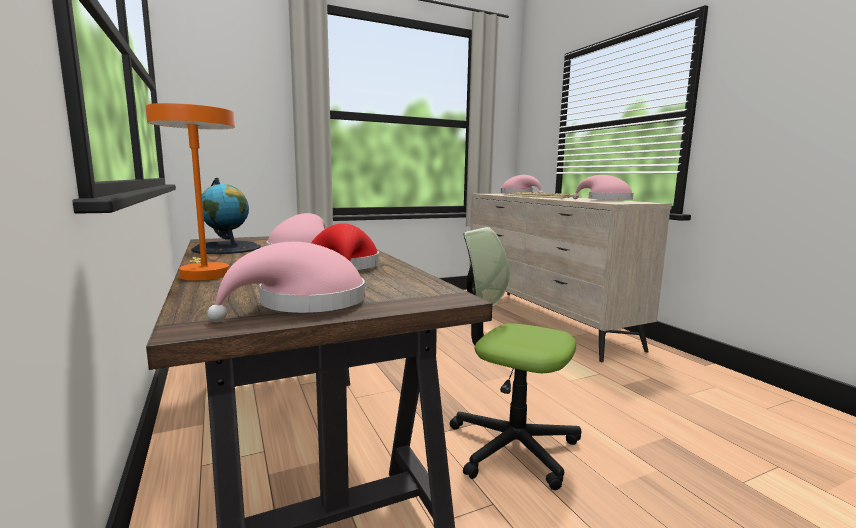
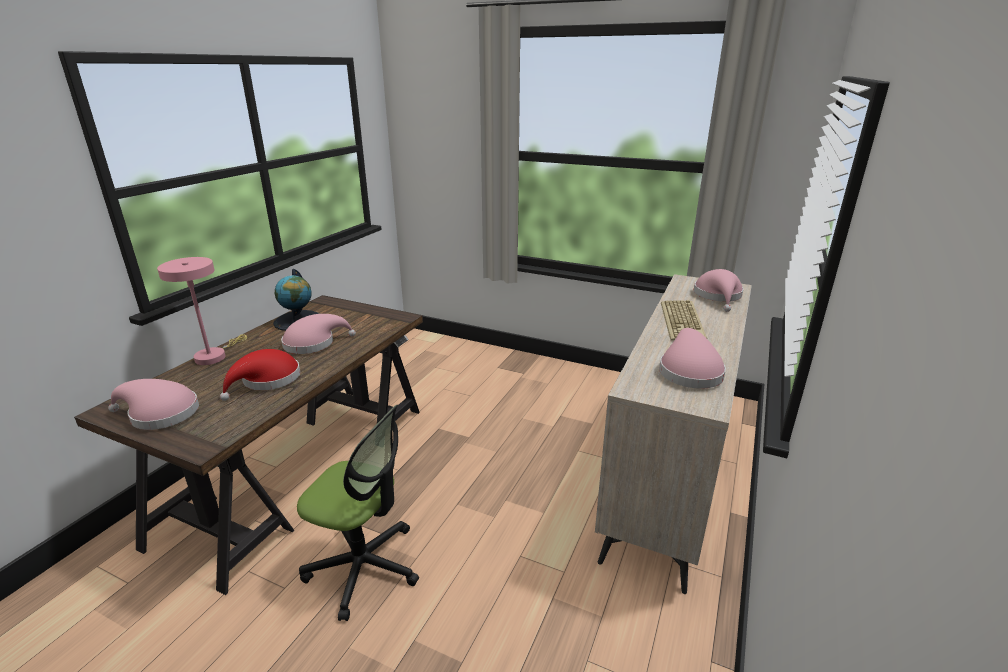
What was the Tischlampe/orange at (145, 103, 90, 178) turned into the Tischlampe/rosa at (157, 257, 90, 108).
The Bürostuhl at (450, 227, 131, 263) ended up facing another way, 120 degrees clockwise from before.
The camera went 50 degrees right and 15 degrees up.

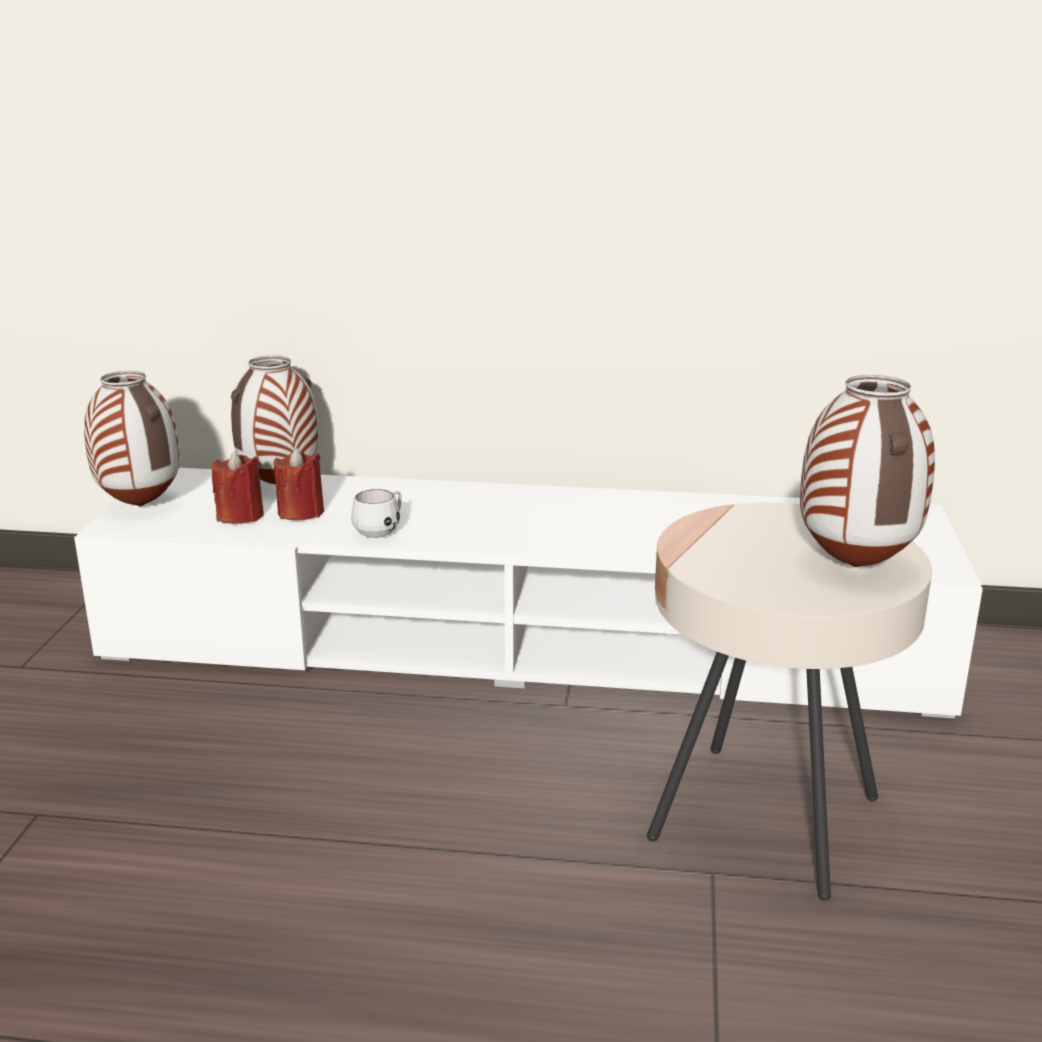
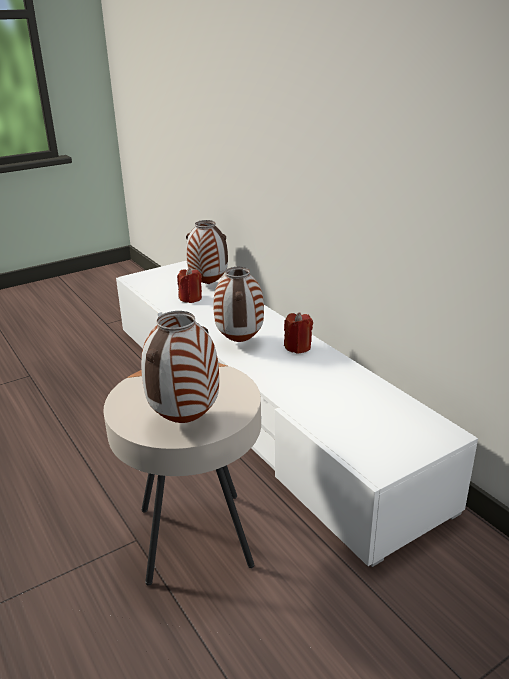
The Vase ended up elsewhere, having gone from (84, 371, 96, 136) to (213, 267, 51, 75).
The Kerze/rot ended up elsewhere, having gone from (212, 451, 52, 73) to (284, 312, 29, 42).
The second view lost the Henkelbecher/weiß at (351, 489, 51, 49).
The camera went 50 degrees right and 5 degrees up.

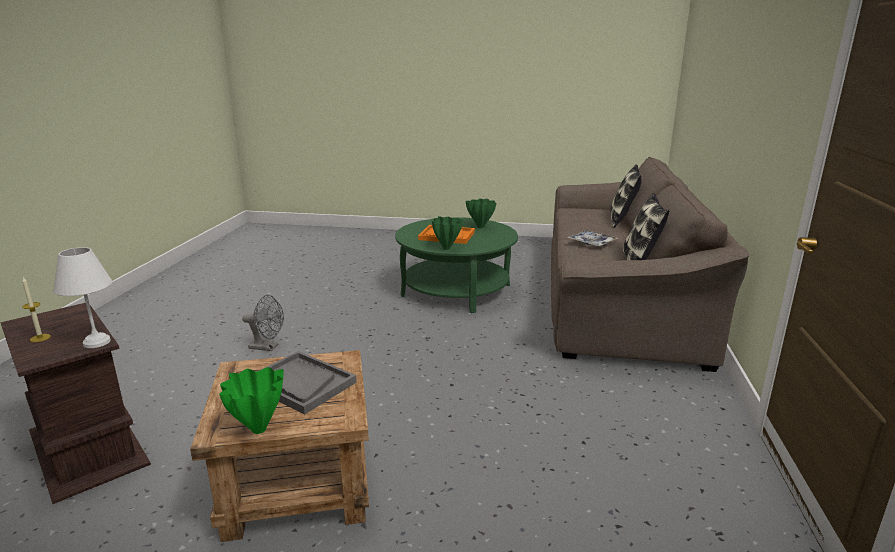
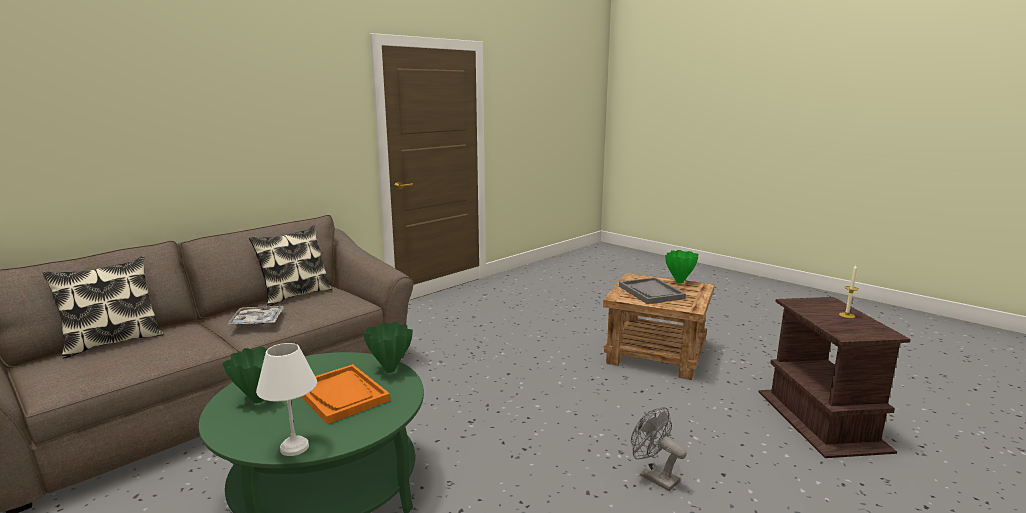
The Tischlampe/weiß ended up elsewhere, having gone from (53, 247, 59, 101) to (256, 343, 61, 113).
The camera went 145 degrees left and 5 degrees down.

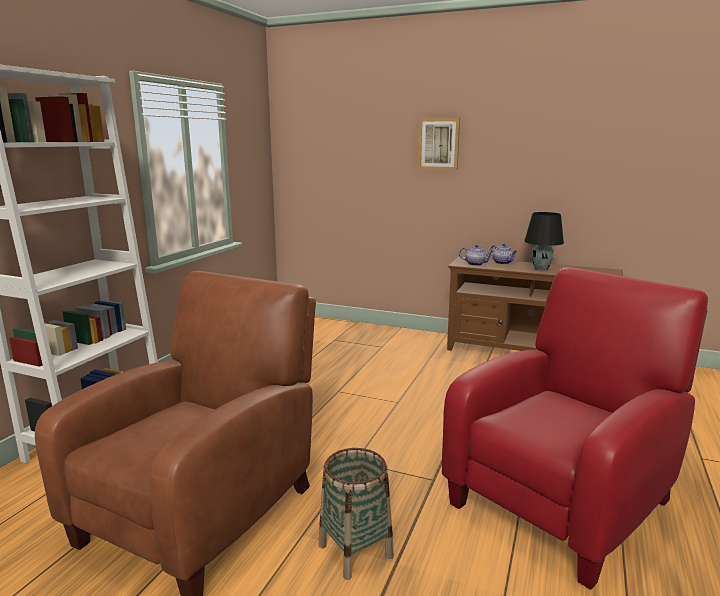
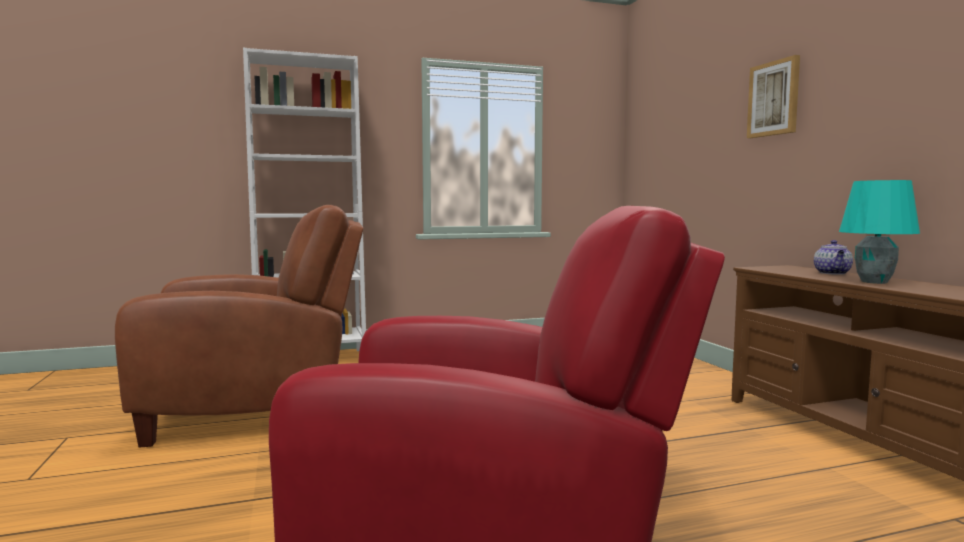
What was the Tischlampe/schwarz at (524, 212, 40, 59) turned into the Tischlampe/türkis at (839, 180, 81, 104).
The second view lost the Teekanne at (459, 245, 35, 21).
The second view lost the Korb at (319, 448, 75, 132).
The camera went 50 degrees right and 10 degrees down.

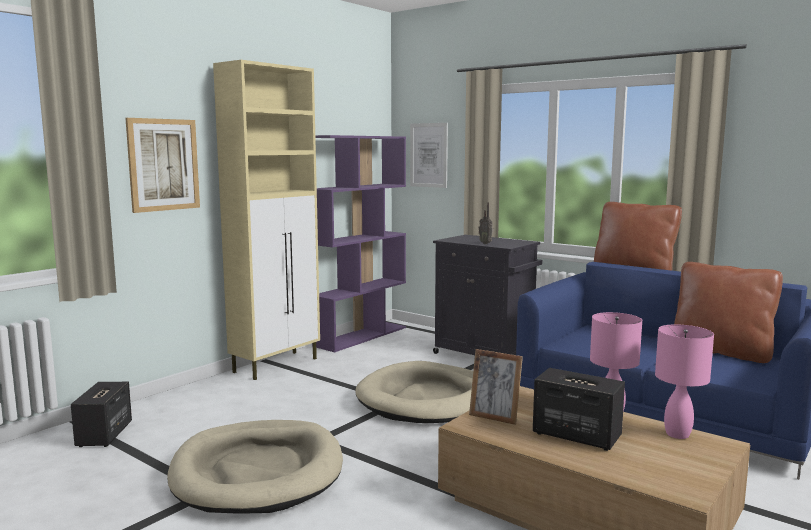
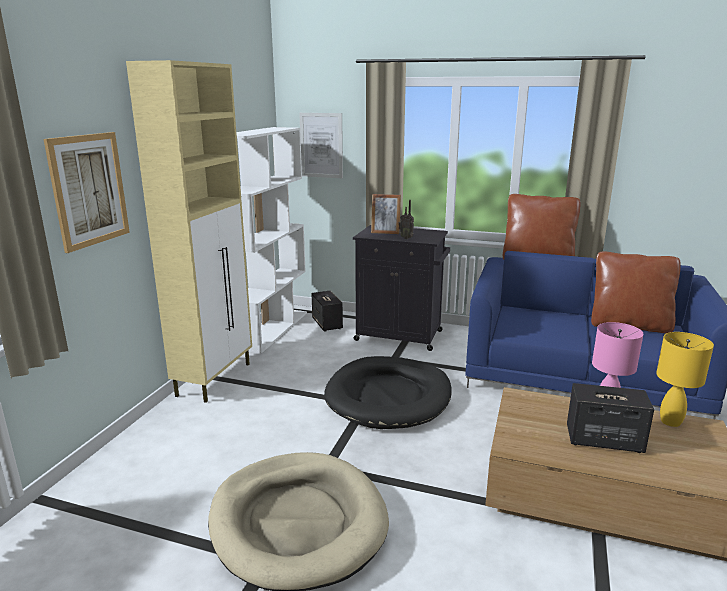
What was the Bücherregal/lila at (312, 135, 94, 217) turned into the Bücherregal/weiß at (236, 127, 71, 226).
What was the Tischlampe/rosa at (655, 324, 59, 115) turned into the Tischlampe/gelb at (656, 332, 58, 95).
The Bilderrahmen ended up elsewhere, having gone from (469, 349, 54, 76) to (371, 194, 30, 40).
What was the Hundebett/beige at (355, 361, 118, 62) turned into the Hundebett/schwarz at (324, 356, 128, 73).
The Lautsprecher ended up elsewhere, having gone from (71, 382, 61, 65) to (311, 291, 32, 41).
The camera went 20 degrees left and 10 degrees up.

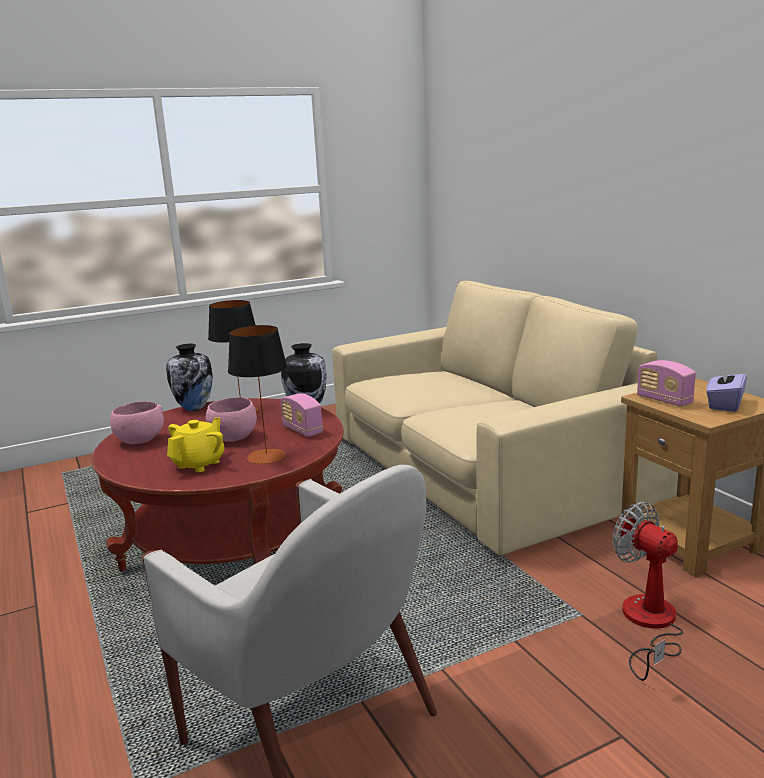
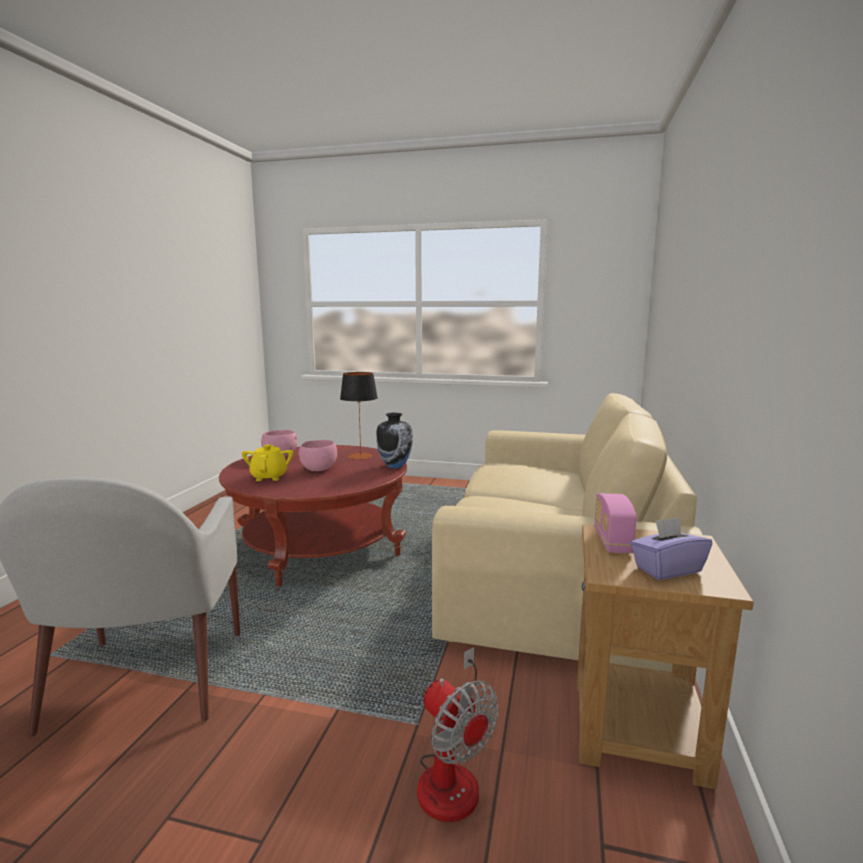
The second view lost the Tischlampe at (228, 325, 59, 139).
The second view lost the Vase at (166, 344, 47, 67).
The second view lost the Radio at (280, 393, 43, 44).
The Teekanne/gelb at (167, 417, 58, 55) ended up facing another way, 75 degrees counterclockwise from before.
The Ventilator at (612, 502, 71, 179) ended up facing another way, 135 degrees clockwise from before.
The camera went 40 degrees right and 5 degrees down.

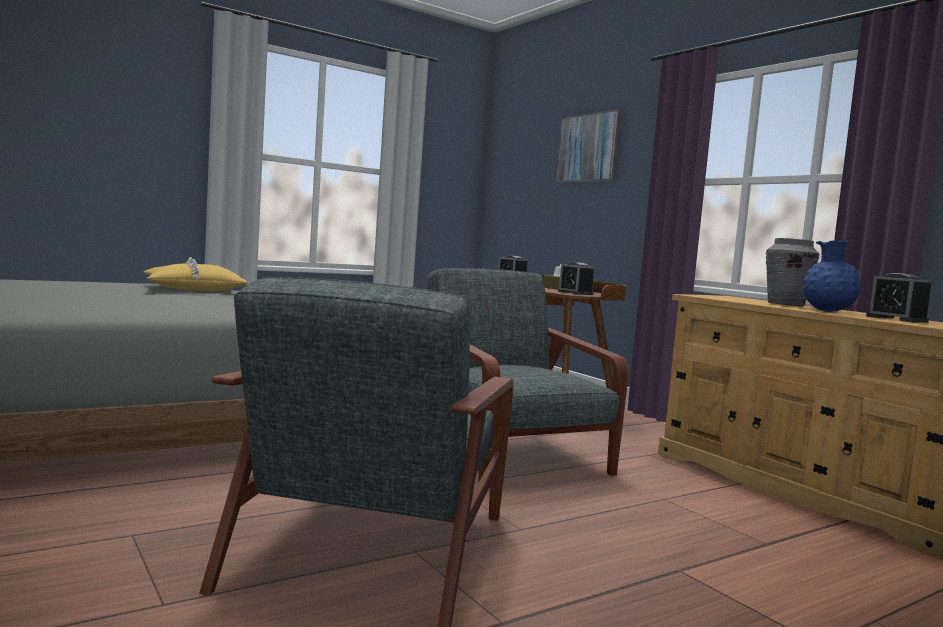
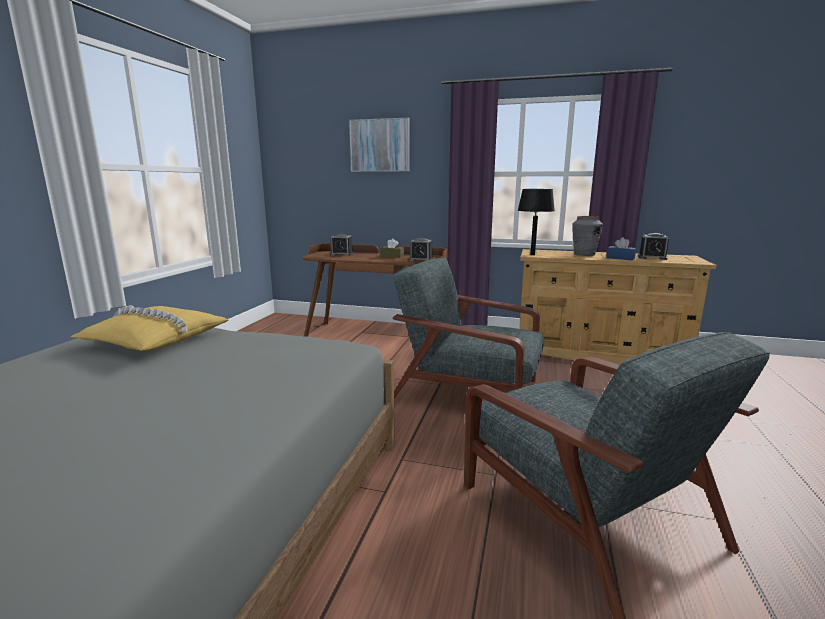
Where the Vase/blau stood at (802, 241, 60, 71), the Taschentuchbox/blau came to stand at (606, 237, 30, 23).
The second view gained the Tischlampe/schwarz at (518, 189, 37, 66).
The camera went 40 degrees left and 10 degrees up.

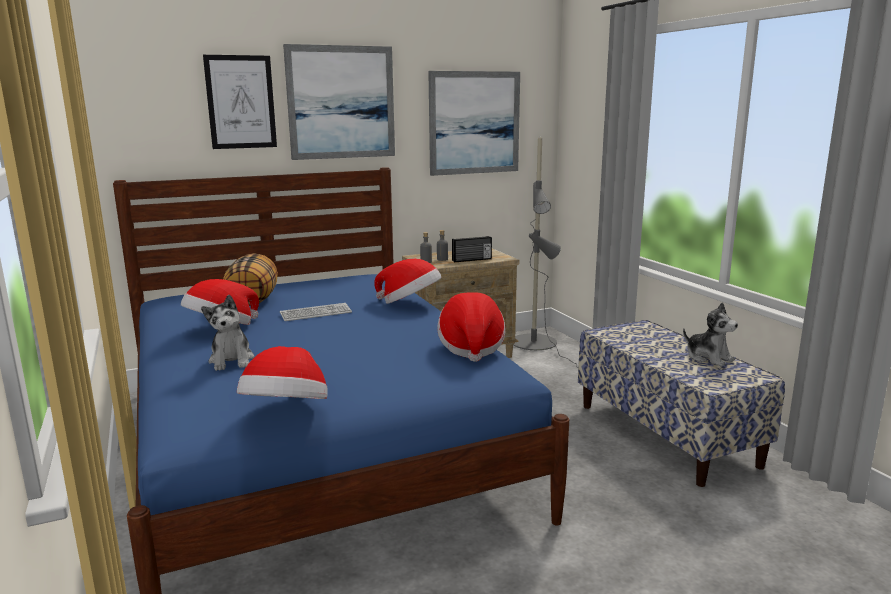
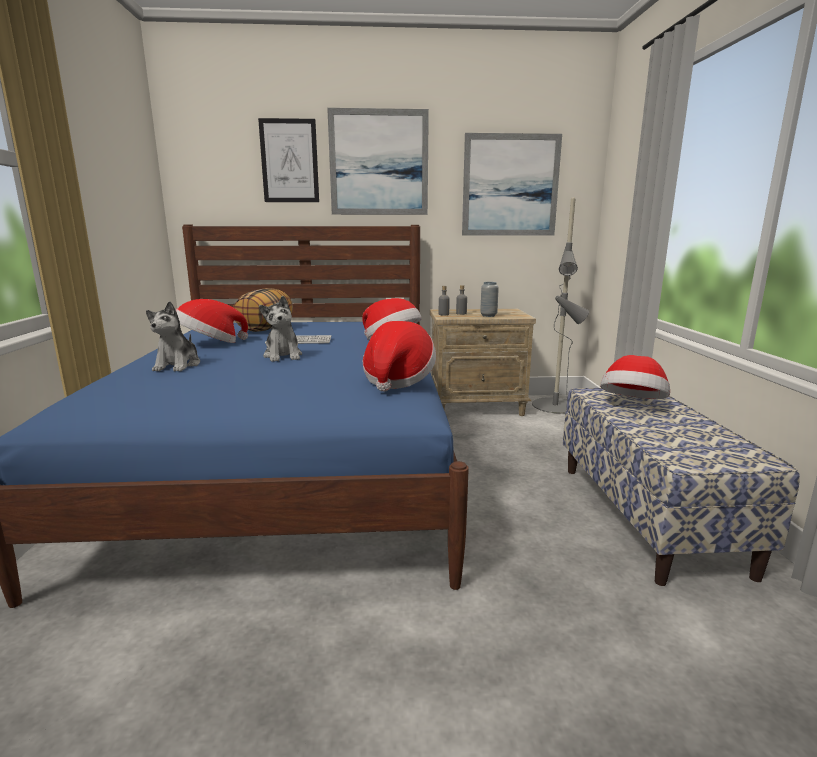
Where the Radio stood at (452, 236, 40, 26), the Vase/grau came to stand at (480, 282, 19, 35).
The Plüschtier ended up elsewhere, having gone from (683, 302, 55, 65) to (259, 296, 43, 66).
The Hut ended up elsewhere, having gone from (237, 346, 90, 53) to (600, 355, 70, 44).
The camera went 20 degrees right and 0 degrees up.

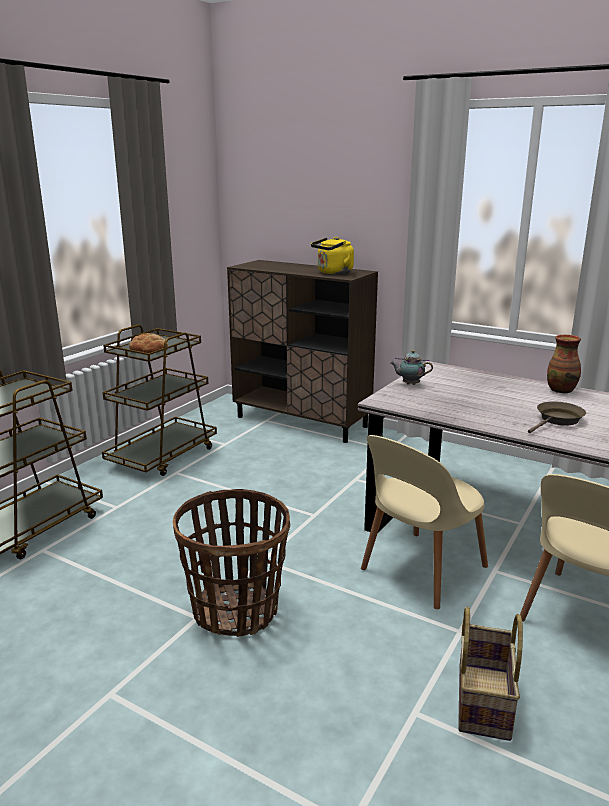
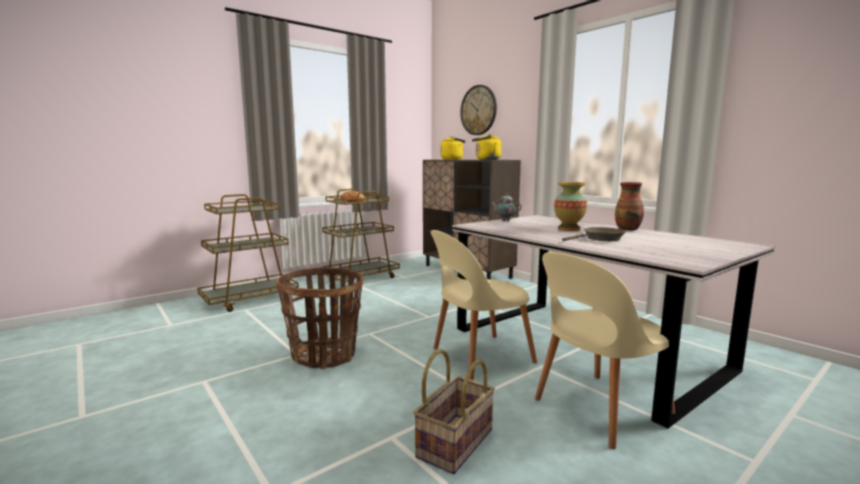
The second view gained the Wanduhr at (460, 85, 37, 50).
The second view gained the Wasserkessel/gelb at (440, 136, 26, 24).
The second view gained the Vase at (554, 182, 33, 49).
The camera went 20 degrees right and 10 degrees down.

